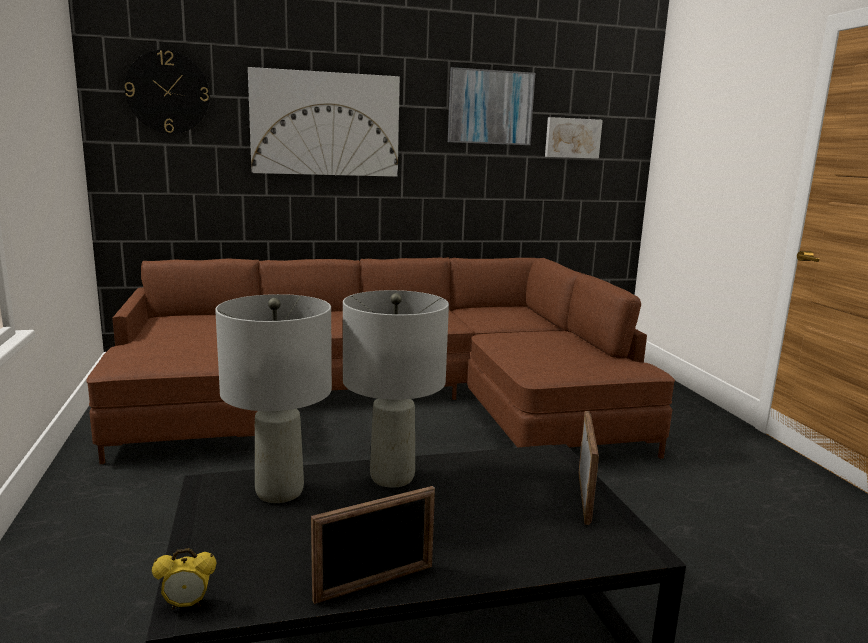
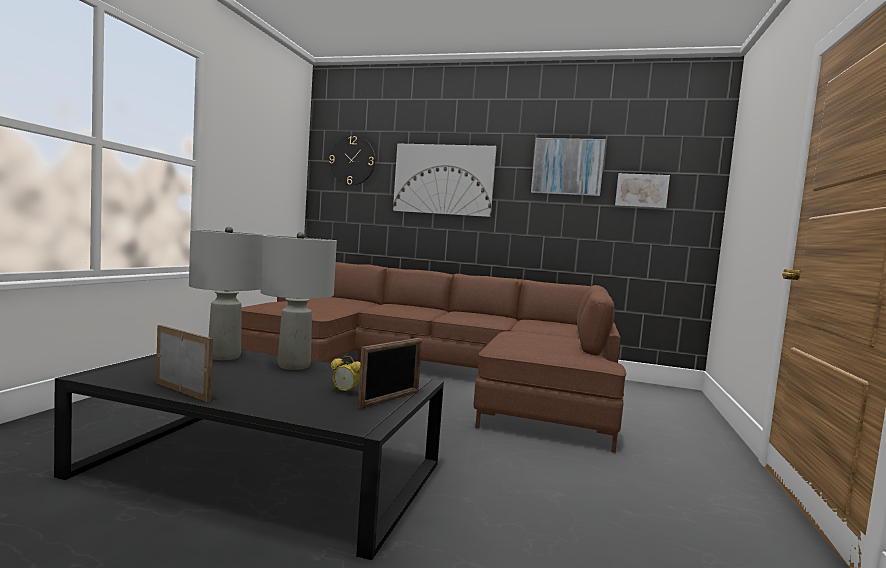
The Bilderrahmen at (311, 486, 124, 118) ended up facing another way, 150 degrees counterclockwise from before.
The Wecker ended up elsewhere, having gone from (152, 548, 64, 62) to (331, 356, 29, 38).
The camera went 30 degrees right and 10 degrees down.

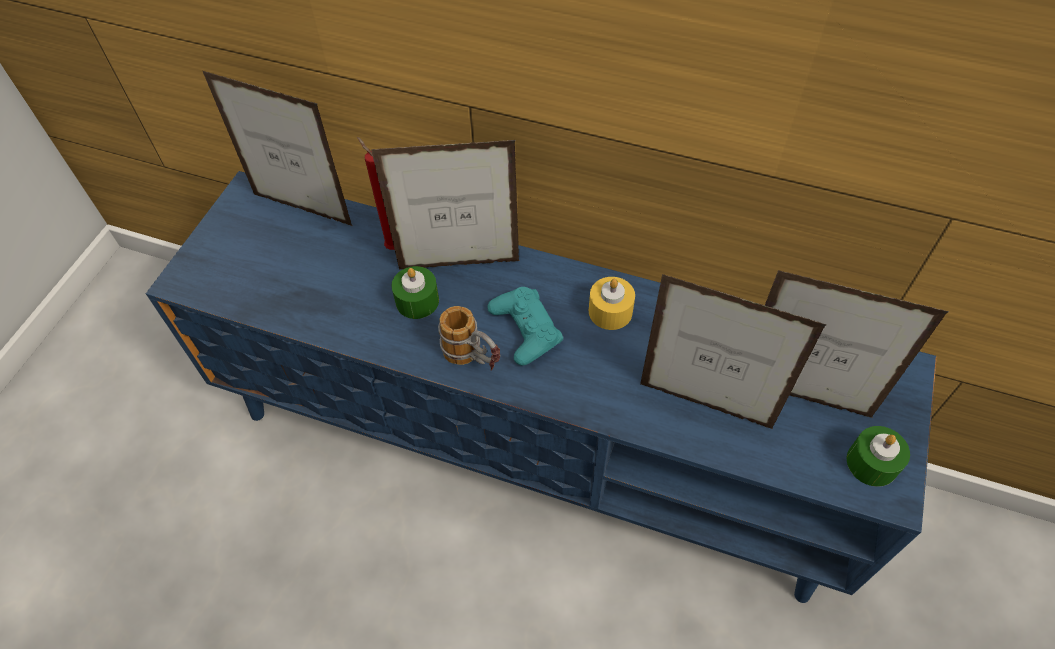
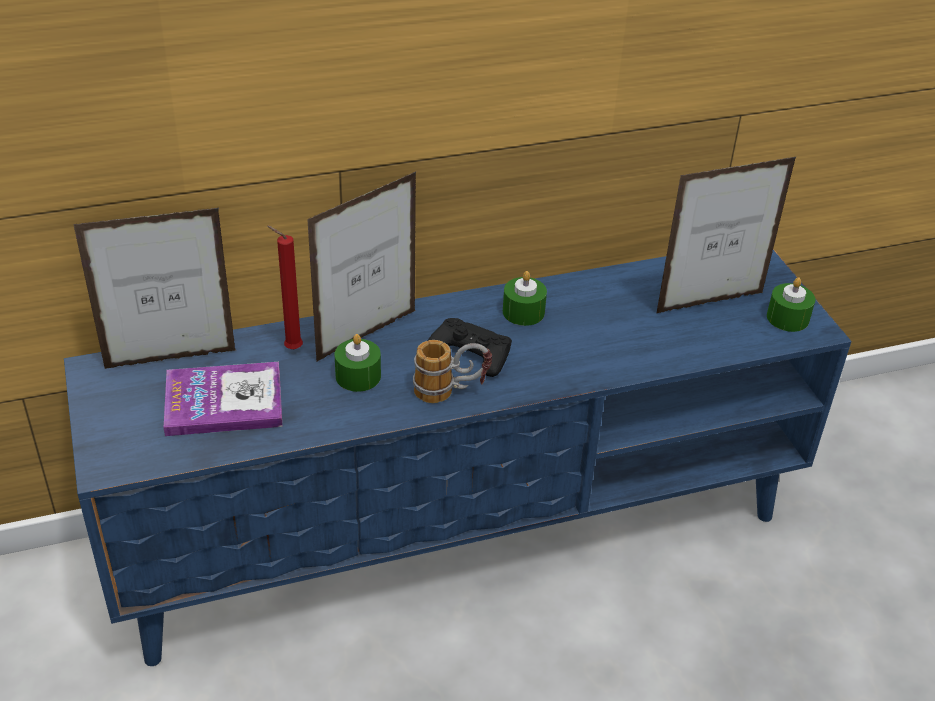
The second view lost the Bilderrahmen at (640, 274, 187, 155).
What was the Kerze/gelb at (589, 277, 46, 53) turned into the Kerze/grün at (503, 271, 44, 55).
What was the Gamepad/türkis at (488, 287, 75, 79) turned into the Gamepad/schwarz at (427, 318, 85, 59).
The second view gained the Buch at (164, 362, 118, 74).
The camera went 40 degrees left and 15 degrees down.

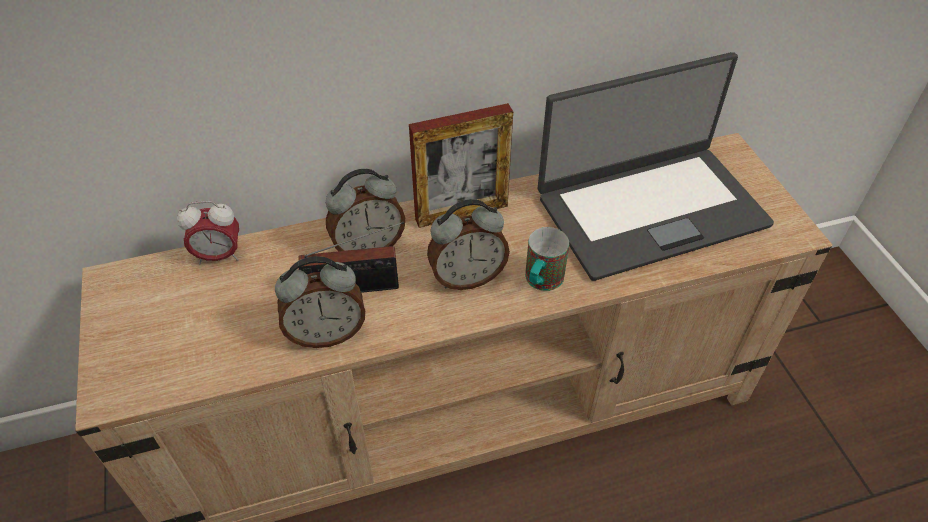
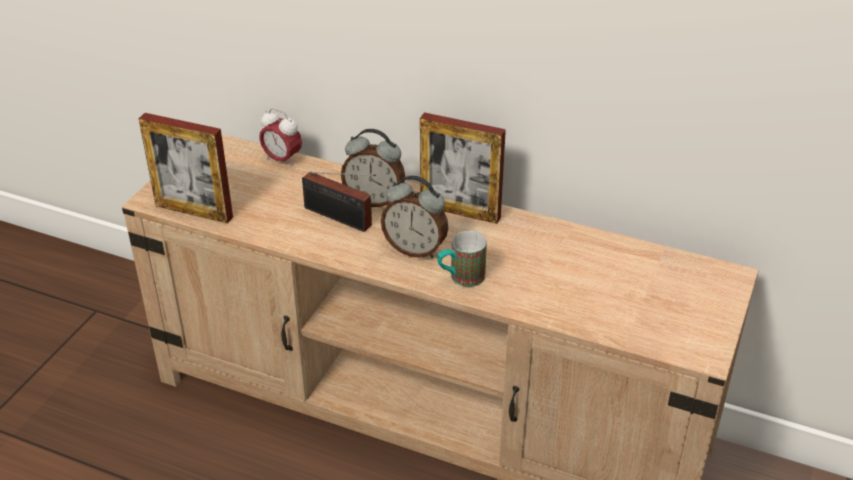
The second view lost the Laptop at (537, 52, 237, 229).
The second view lost the Wecker at (275, 256, 90, 92).
The second view gained the Bilderrahmen at (139, 113, 94, 110).
The camera went 40 degrees right and 10 degrees down.

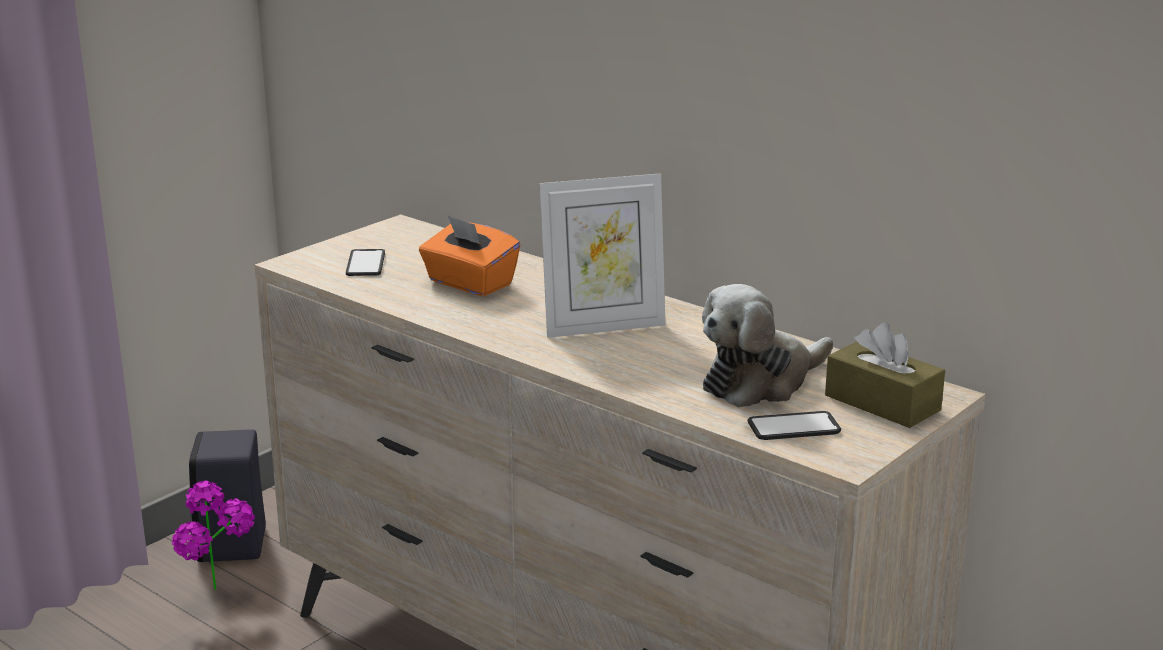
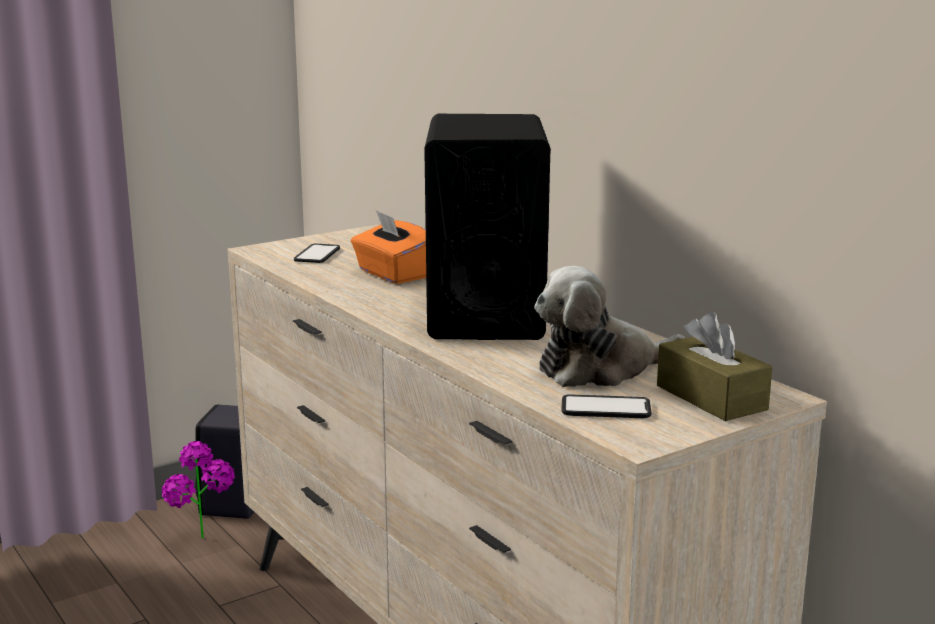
Where the Bilderrahmen stood at (540, 173, 125, 165), the Lautsprecher/schwarz came to stand at (424, 114, 127, 226).
The camera went 15 degrees right and 5 degrees down.

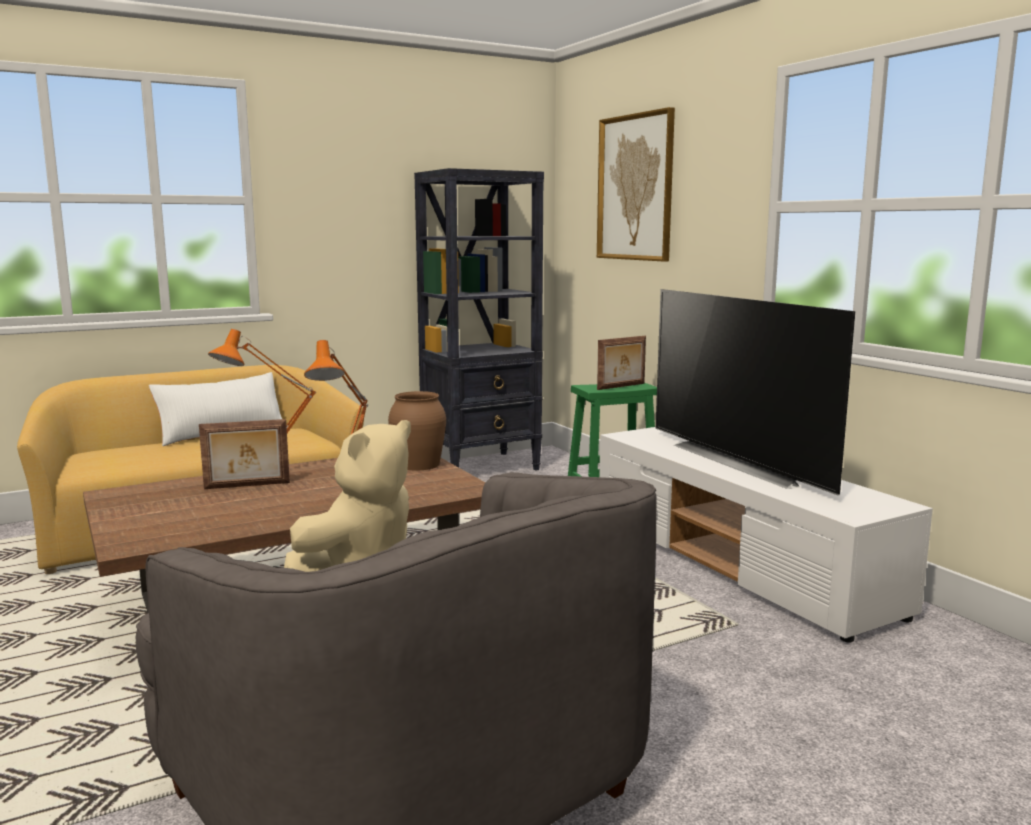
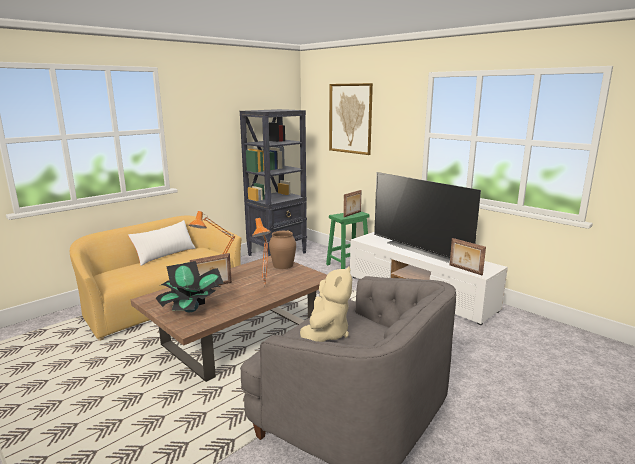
The second view gained the Bilderrahmen at (450, 238, 36, 38).
The second view gained the Topfpflanze at (156, 261, 67, 51).
The camera went 15 degrees left and 5 degrees up.

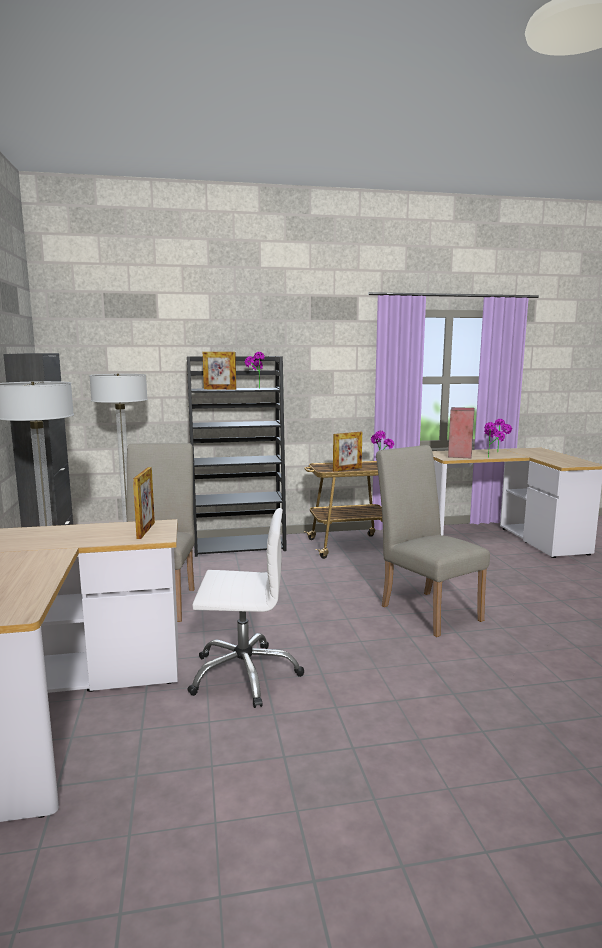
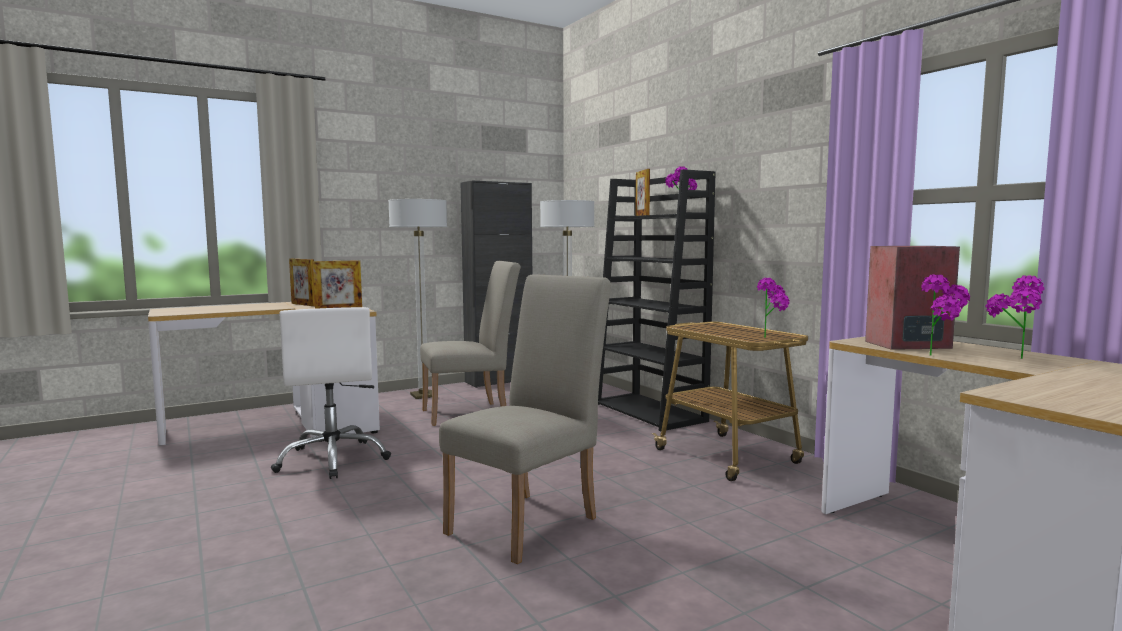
The Bilderrahmen ended up elsewhere, having gone from (333, 432, 29, 40) to (289, 259, 26, 47).
The camera went 70 degrees right and 5 degrees down.

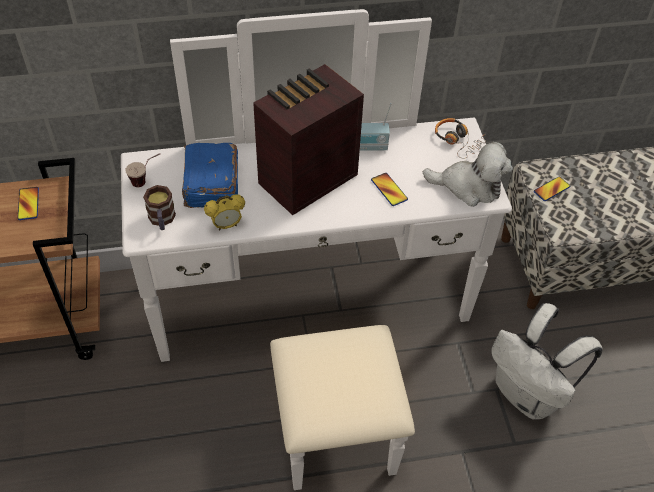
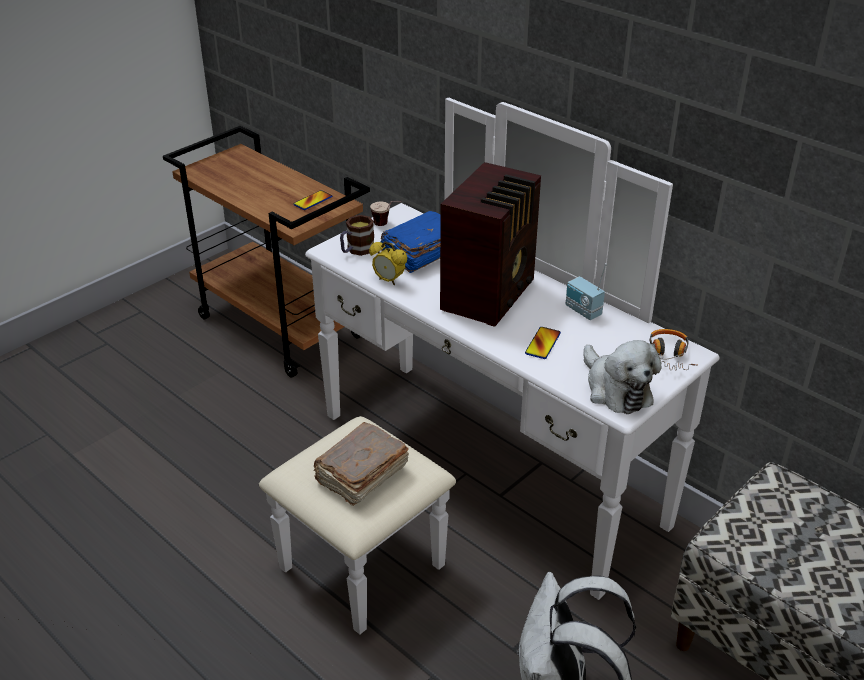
The Radio at (253, 64, 111, 151) ended up facing another way, 105 degrees clockwise from before.
The second view lost the Handy at (534, 176, 36, 25).
The second view gained the Buch/braun at (313, 422, 96, 84).
The camera went 55 degrees right and 15 degrees down.

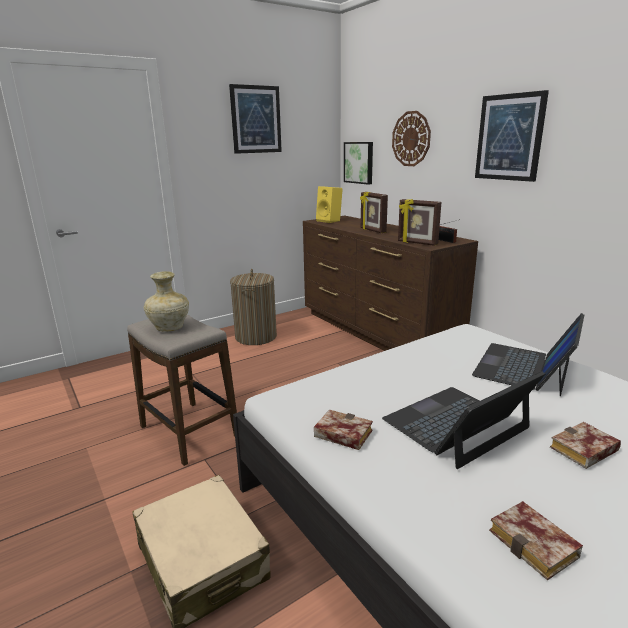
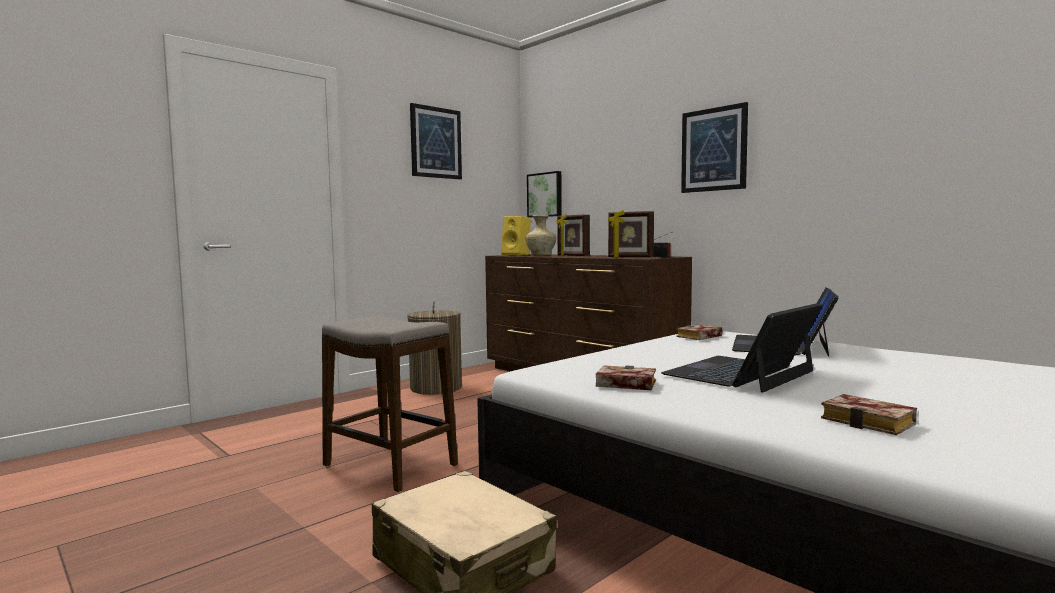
The second view lost the Wanduhr at (392, 111, 39, 55).
The Vase/beige ended up elsewhere, having gone from (144, 271, 45, 61) to (526, 215, 30, 41).
The Buch ended up elsewhere, having gone from (550, 422, 71, 47) to (677, 324, 46, 16).
The camera went 10 degrees left and 15 degrees down.

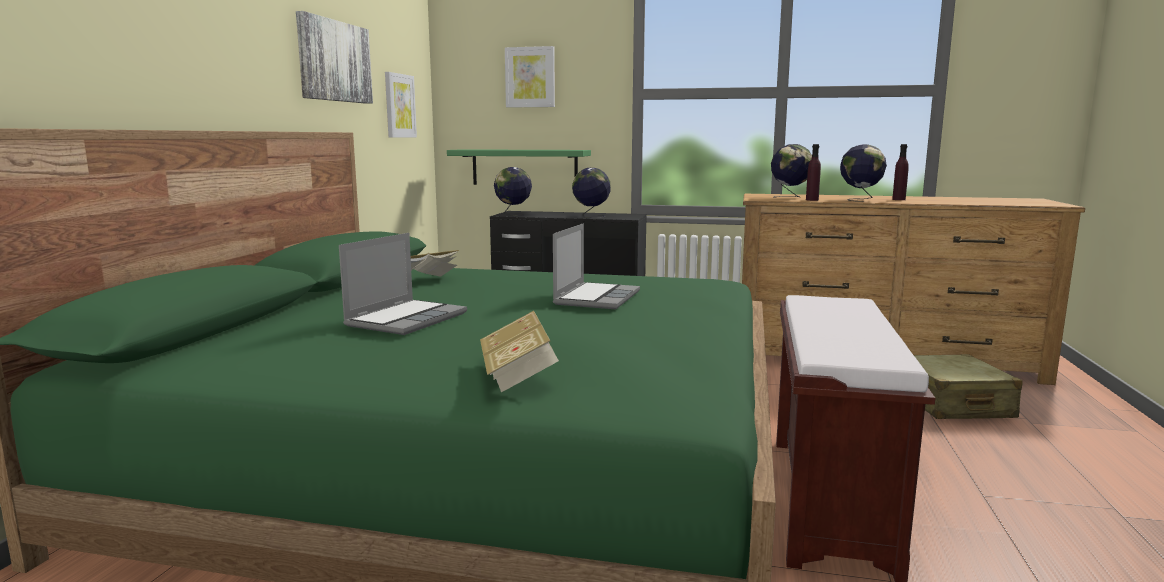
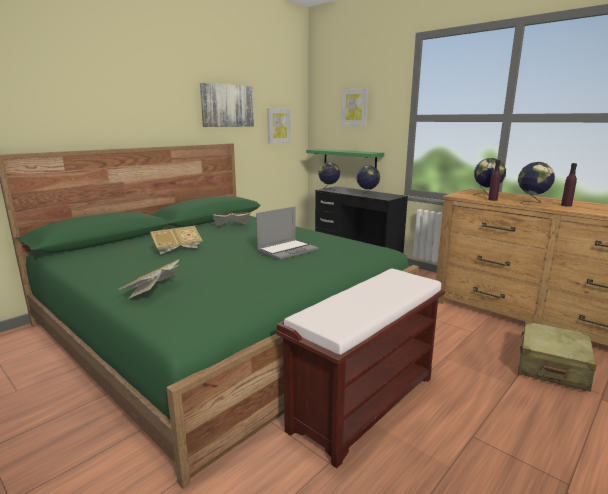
Where the Laptop stood at (339, 233, 128, 102), the Buch came to stand at (150, 226, 53, 29).
The camera went 30 degrees right and 5 degrees up.

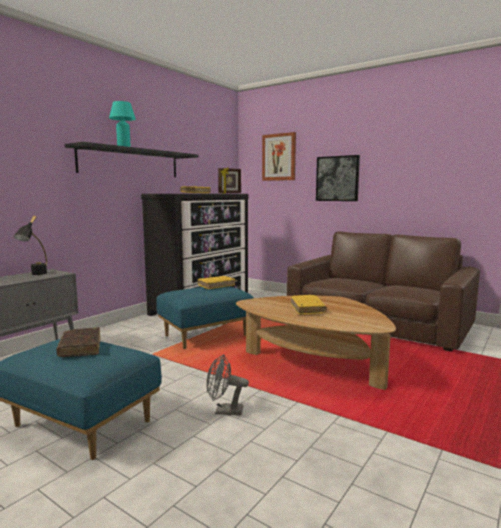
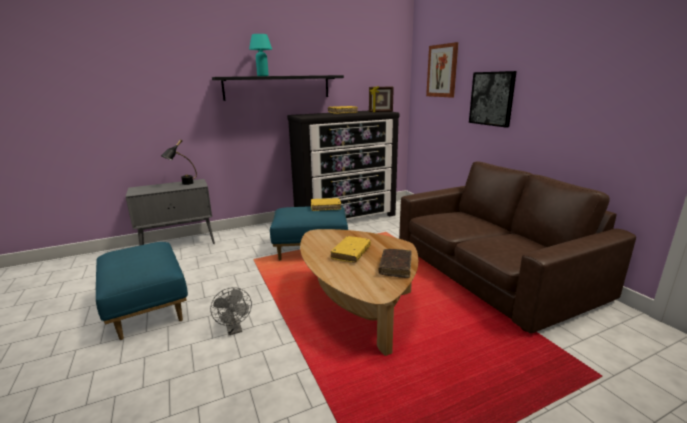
The Buch/braun ended up elsewhere, having gone from (57, 327, 43, 30) to (379, 249, 33, 29).
The Ventilator/grau at (206, 354, 43, 62) ended up facing another way, 150 degrees counterclockwise from before.
The camera went 30 degrees right and 10 degrees up.

